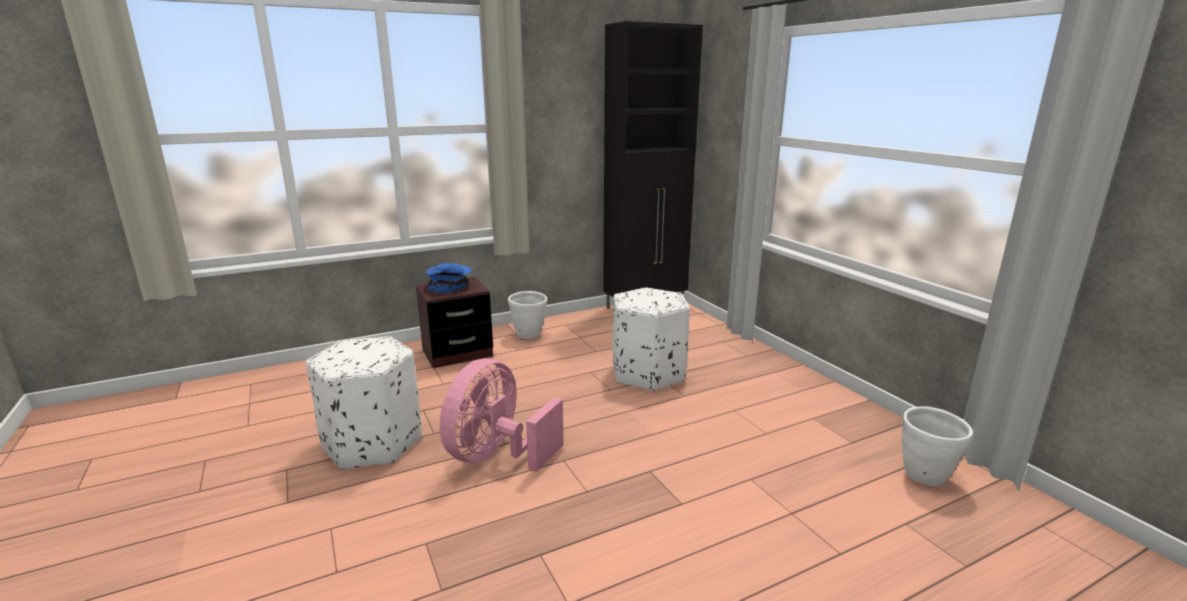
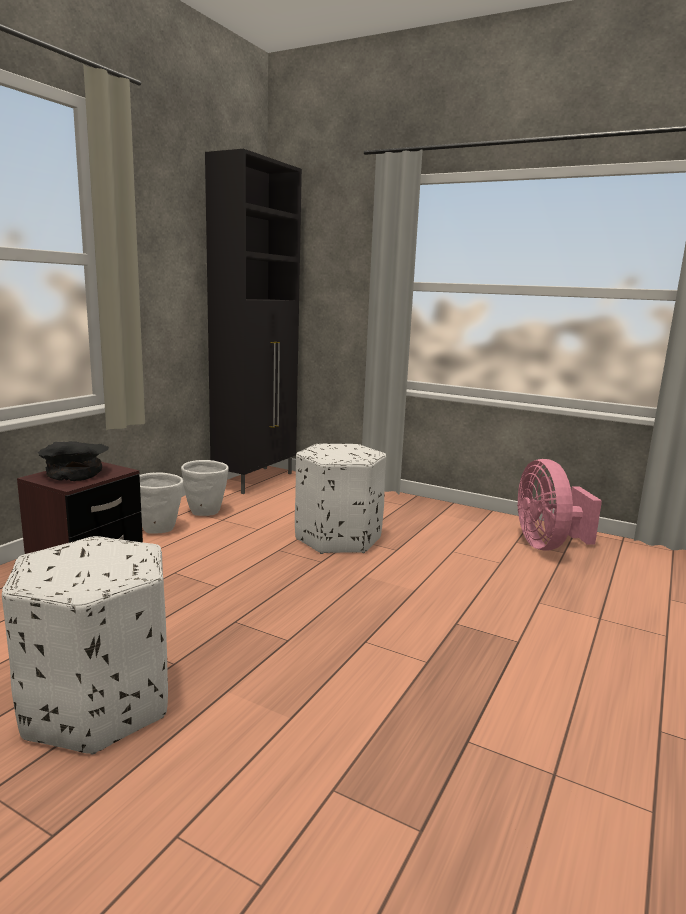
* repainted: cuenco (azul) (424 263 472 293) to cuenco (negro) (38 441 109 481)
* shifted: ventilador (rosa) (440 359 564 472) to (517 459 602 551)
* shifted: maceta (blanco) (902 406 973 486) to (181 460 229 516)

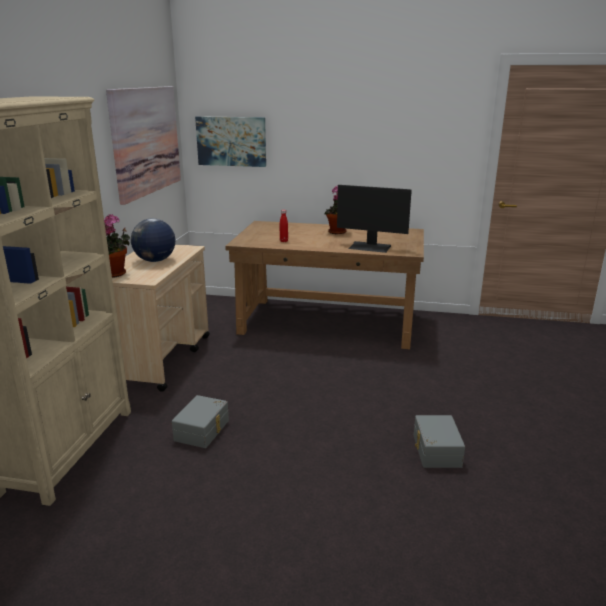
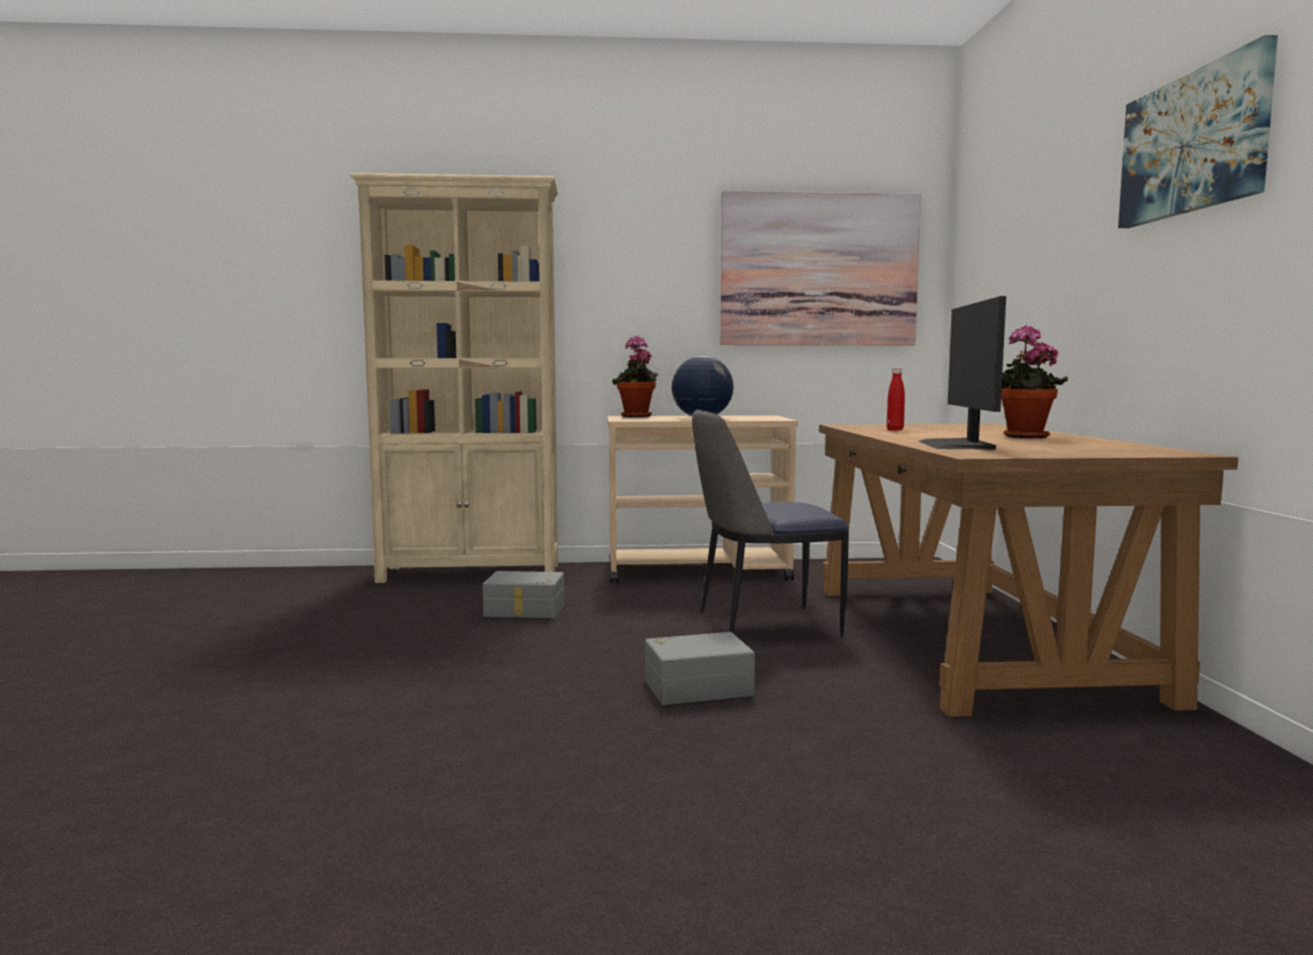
* shifted: cuadro (195 116 266 167) to (1118 35 1278 228)
* shifted: caja de almacenaje (gris) (414 415 465 468) to (645 632 755 705)
* new: silla (692 409 849 637)

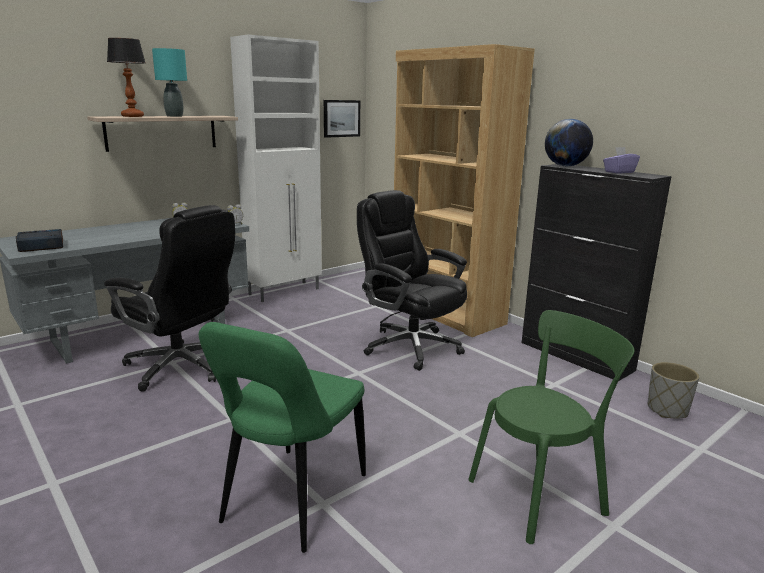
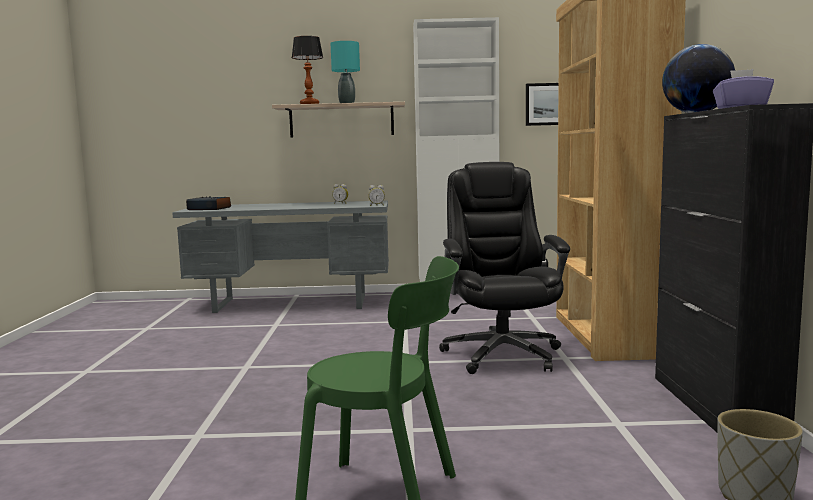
* gone: silla de oficina (negro) (104 205 235 392)
* gone: silla (verde) (198 322 366 553)

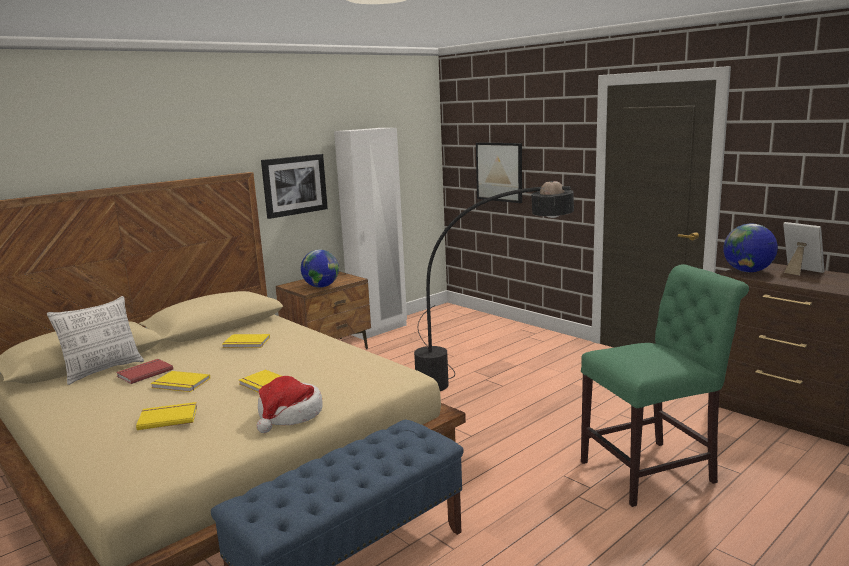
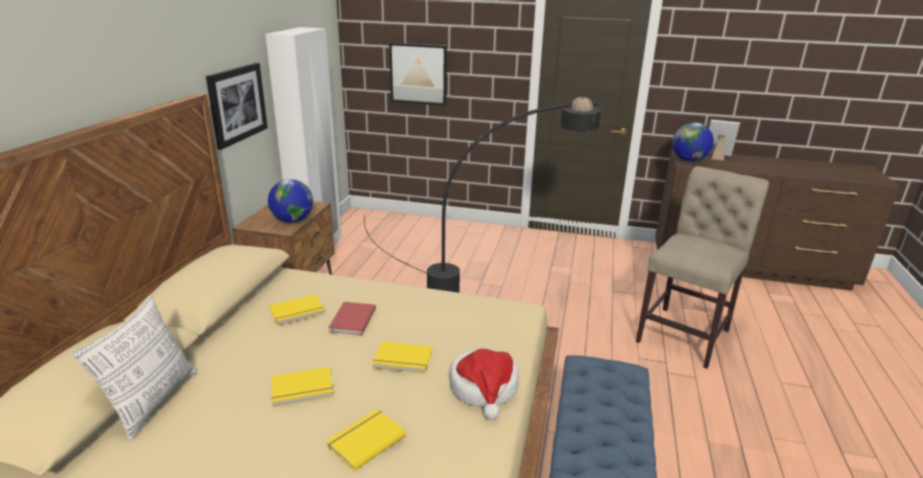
* shifted: libro (rojo) (116 359 173 384) to (328 302 376 335)
* repainted: silla (verde) (581 264 749 507) to silla (beis) (636 166 769 369)

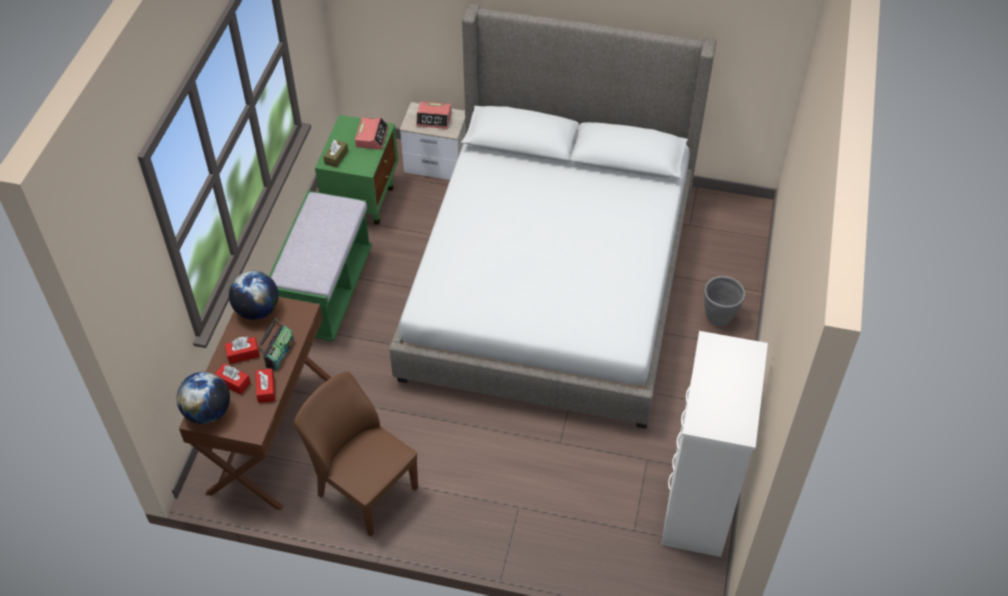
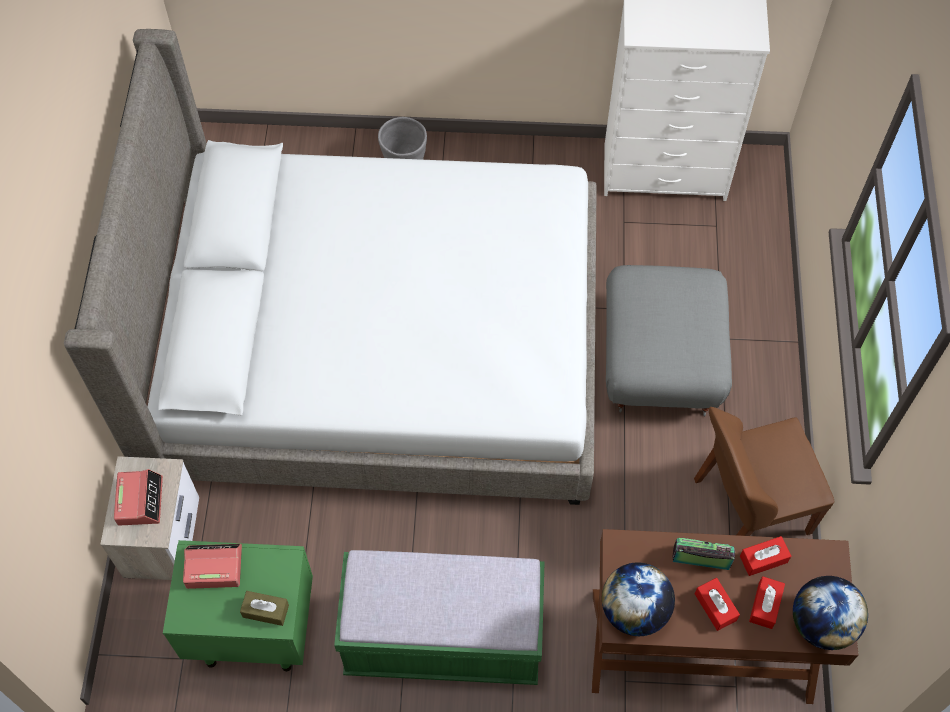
* rotated: silla (marrón) (294 372 418 537) = (694 407 834 536) 45 degrees clockwise
* new: puf (gris) (606 265 732 416)

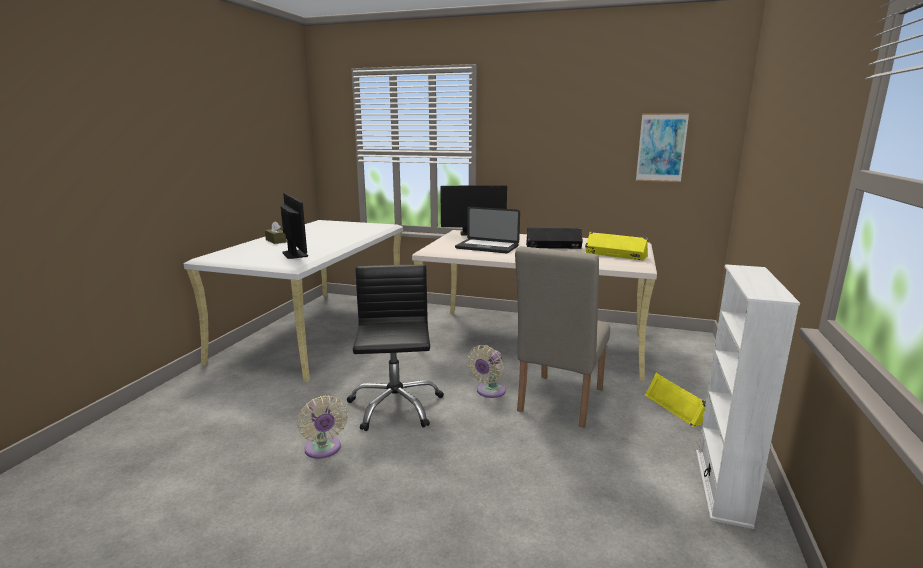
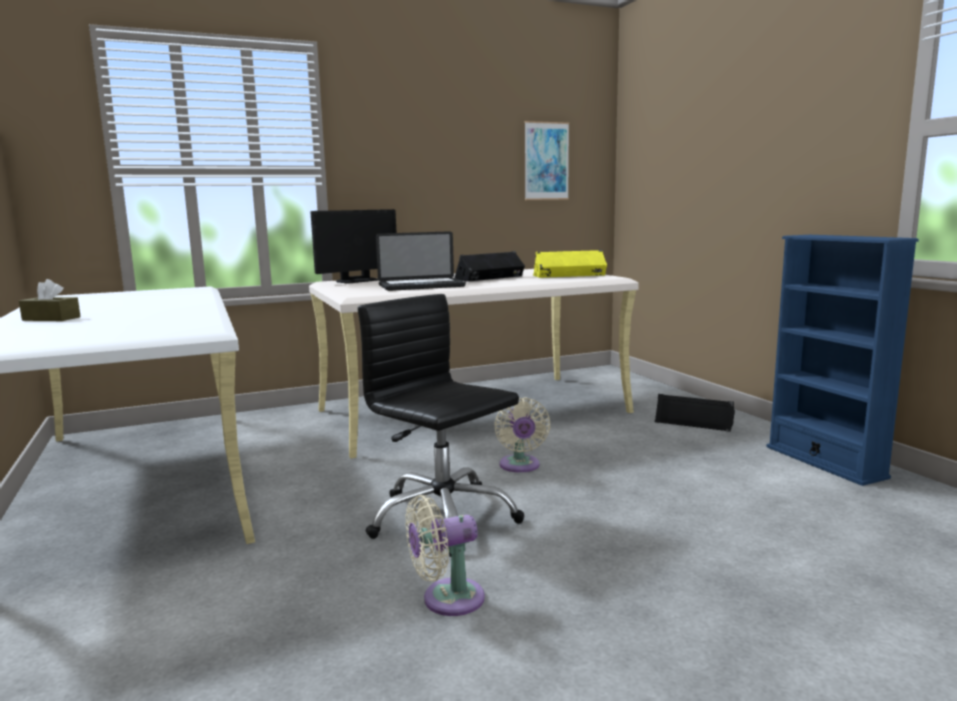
* gone: monitor (280 193 308 259)
* rotated: ventilador (beis) (297 395 348 459) = (405 495 485 616) 135 degrees clockwise
* gone: silla (beis) (515 246 610 427)
* repainted: altavoz (amarillo) (645 373 706 427) to altavoz (negro) (655 394 735 432)
* repainted: estantería (blanco) (696 265 800 529) to estantería (azul) (766 235 919 486)

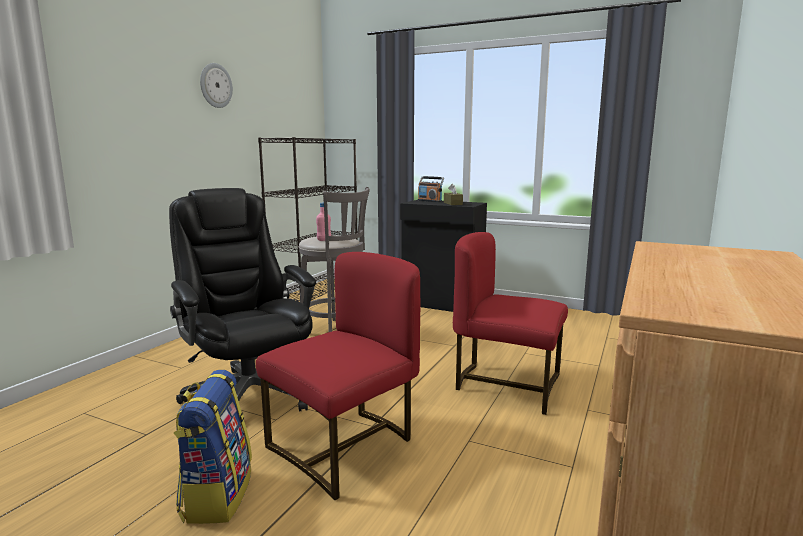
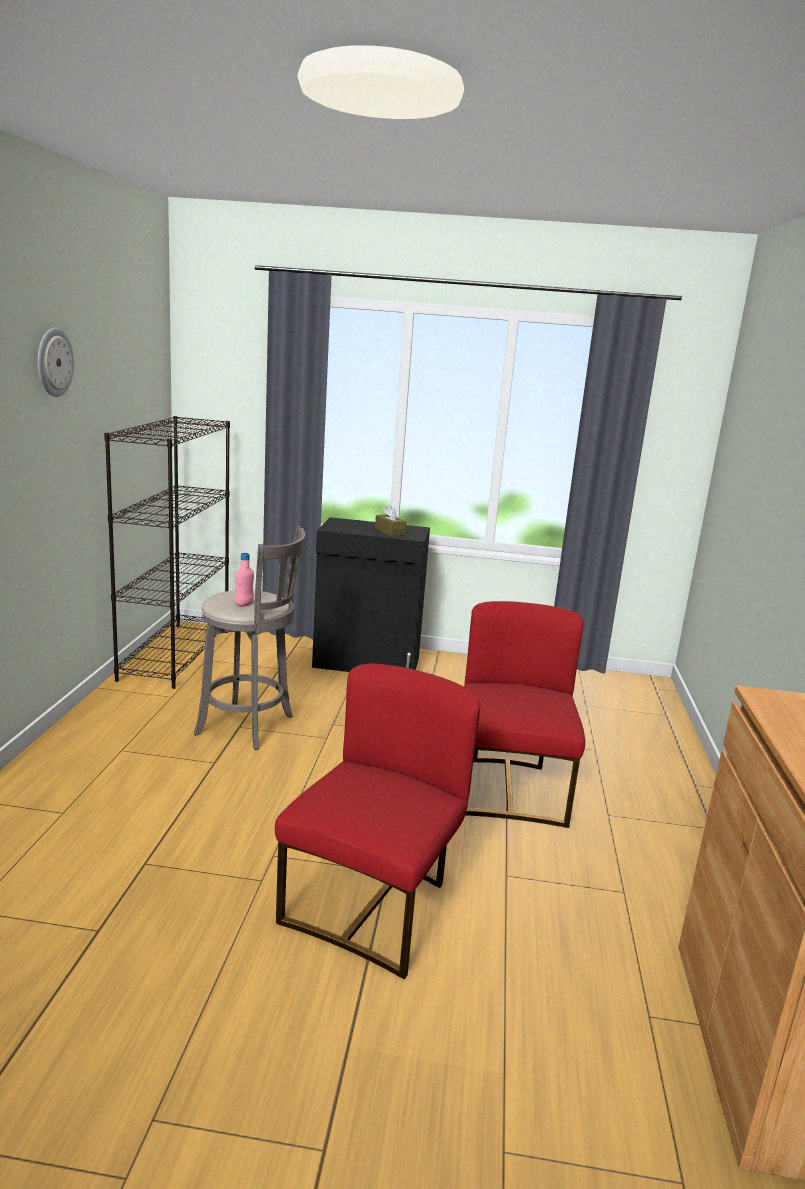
* gone: silla de oficina (negro) (169 188 316 411)
* gone: mochila (174 370 252 524)
* gone: radio (418 176 444 202)
* rotated: silla (rojo) (453 232 568 415) = (464 601 585 828) 90 degrees clockwise

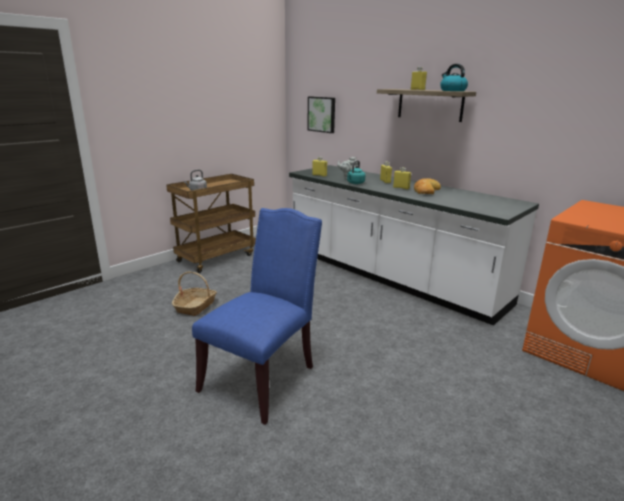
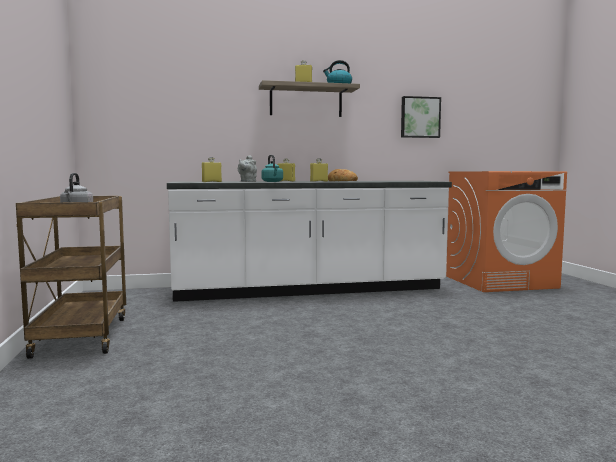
* gone: cesta (172 272 217 316)
* gone: silla (azul) (192 208 322 425)
* shifted: cuadro (307 96 335 133) to (401 96 441 138)

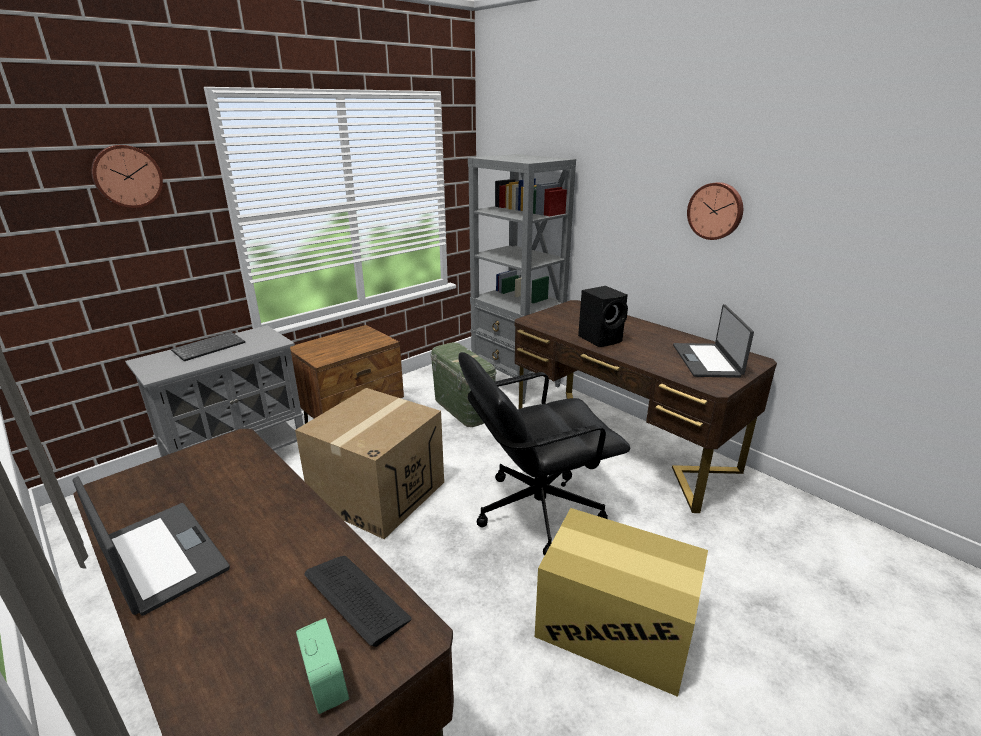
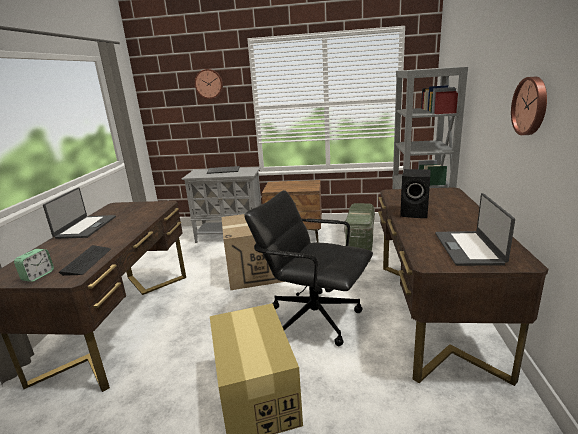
* rotated: portátil (673 304 754 378) = (435 193 515 266) 45 degrees counterclockwise

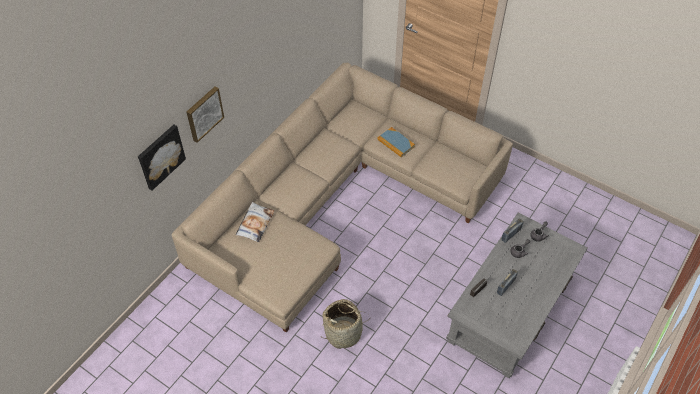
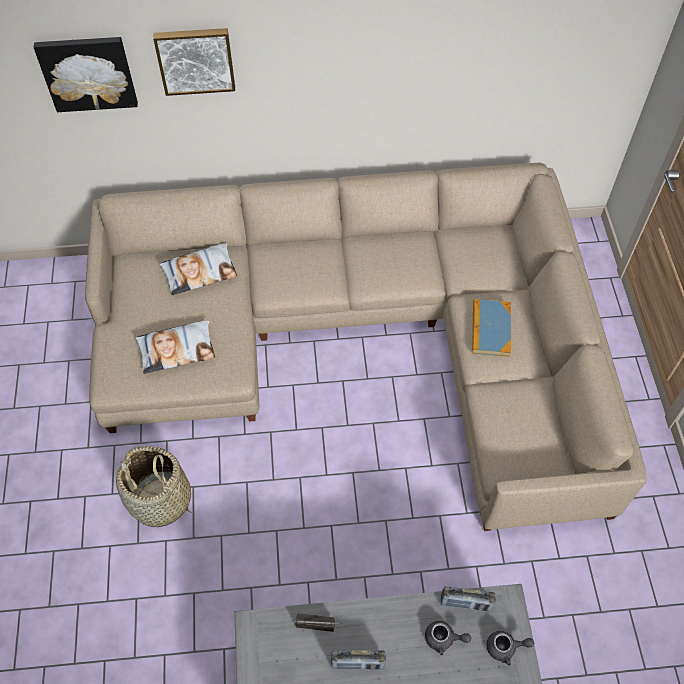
* new: cojín (135 320 215 374)

